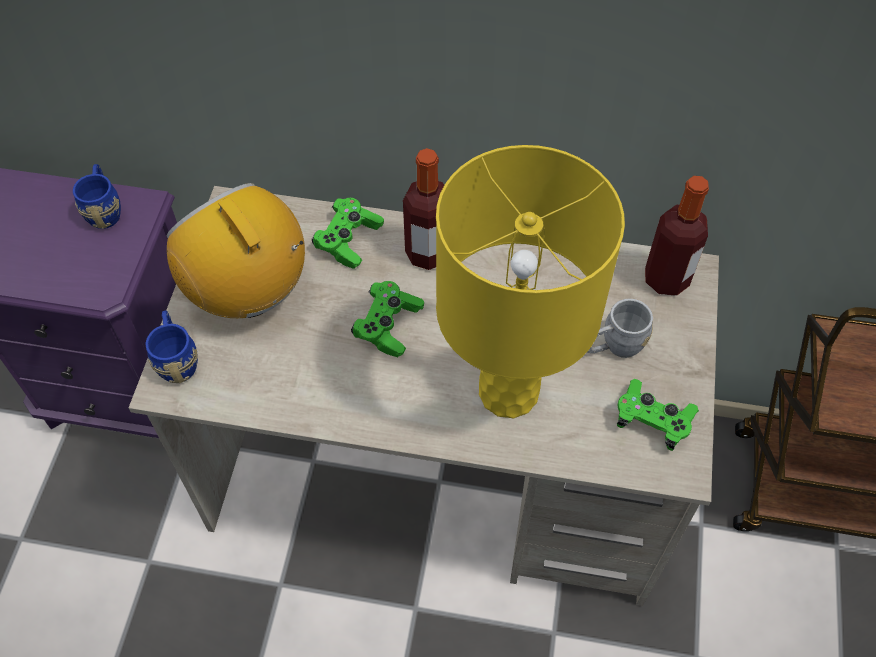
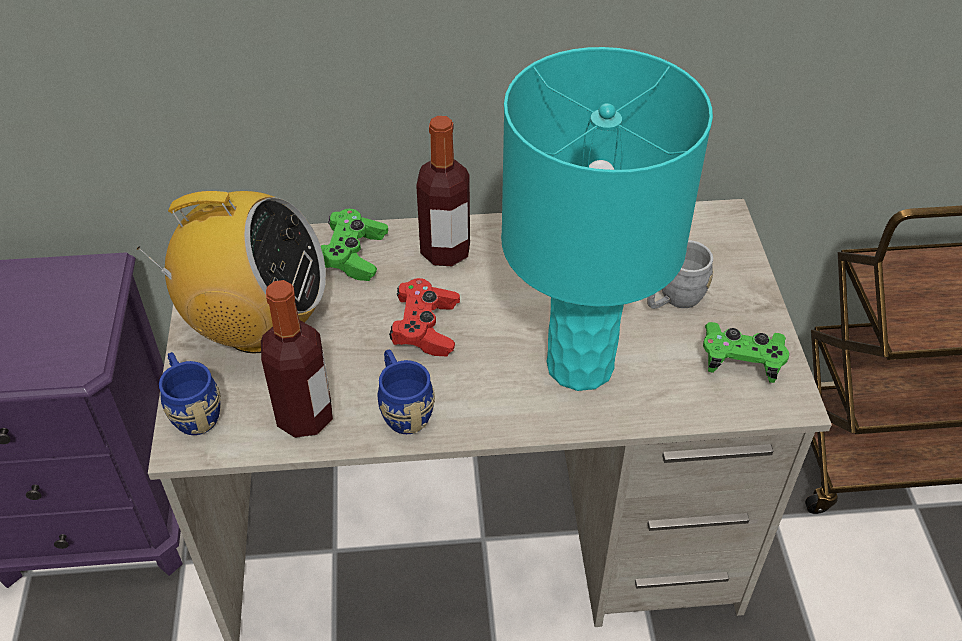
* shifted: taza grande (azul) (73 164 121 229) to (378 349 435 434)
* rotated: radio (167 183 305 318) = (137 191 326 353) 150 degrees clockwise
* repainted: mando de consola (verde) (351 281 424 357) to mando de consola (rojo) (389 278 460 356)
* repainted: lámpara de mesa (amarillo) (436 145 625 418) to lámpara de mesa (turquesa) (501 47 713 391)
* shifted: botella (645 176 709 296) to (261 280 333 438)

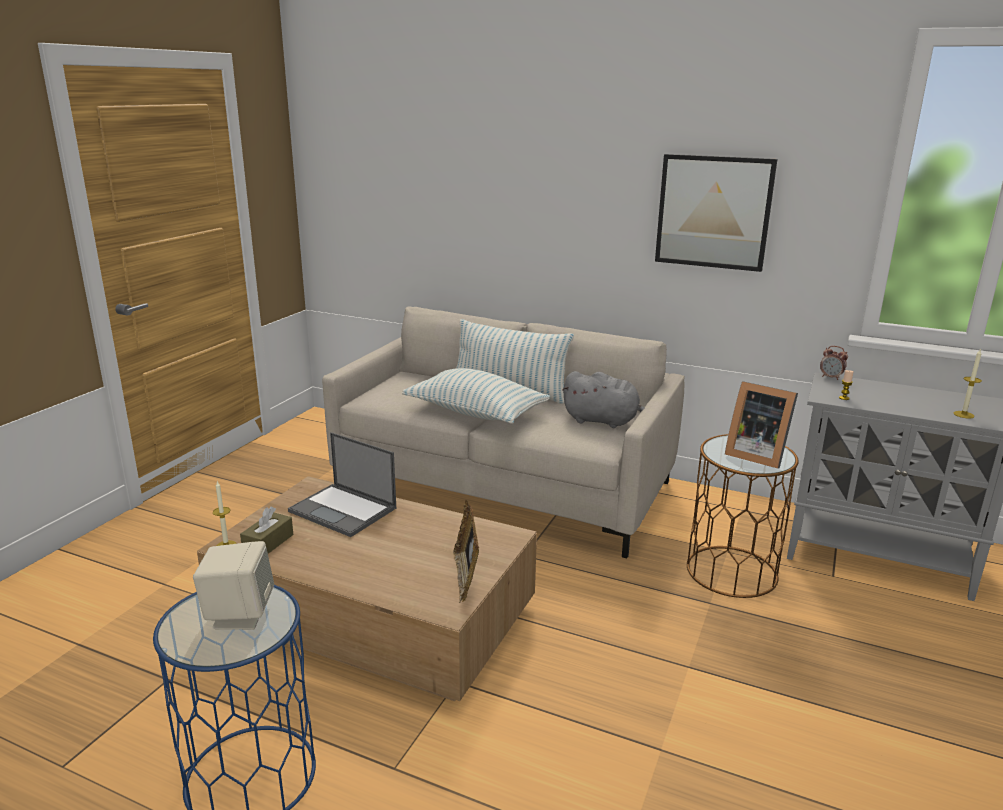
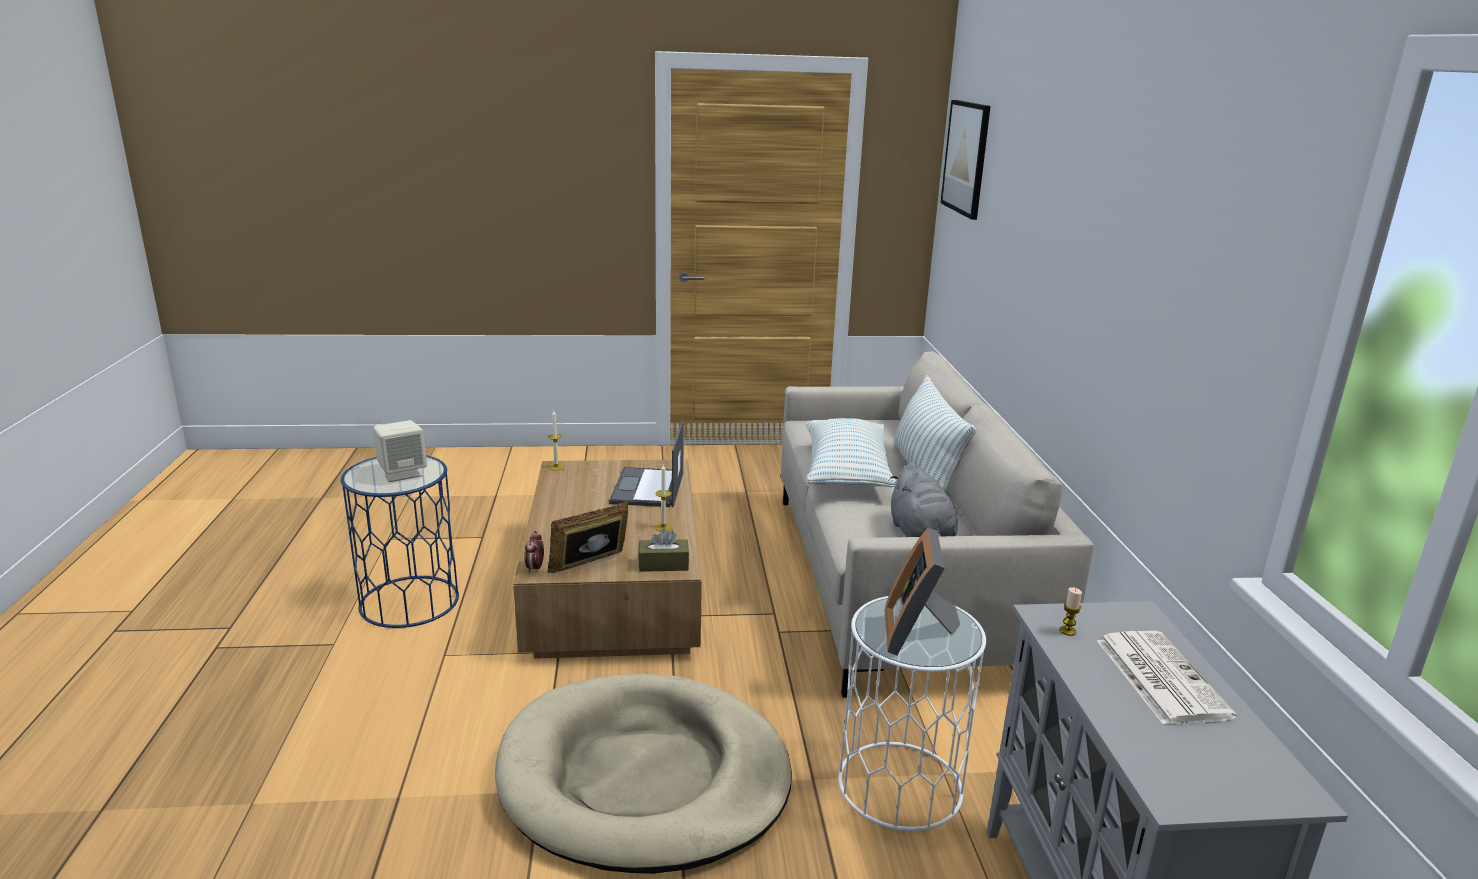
* shifted: caja de pañuelos (marrón) (240 507 294 554) to (638 528 689 572)
* shifted: cuadro (655 154 778 272) to (940 100 991 220)
* repainted: mesa auxiliar (marrón) (687 434 799 598) to mesa auxiliar (blanco) (838 596 986 831)
* shifted: despertador (820 346 848 380) to (525 531 544 573)
* shifted: vela (953 350 982 419) to (654 464 673 531)
* new: cama para perro (beis) (495 674 792 874)
* new: periódico (1097 631 1237 725)

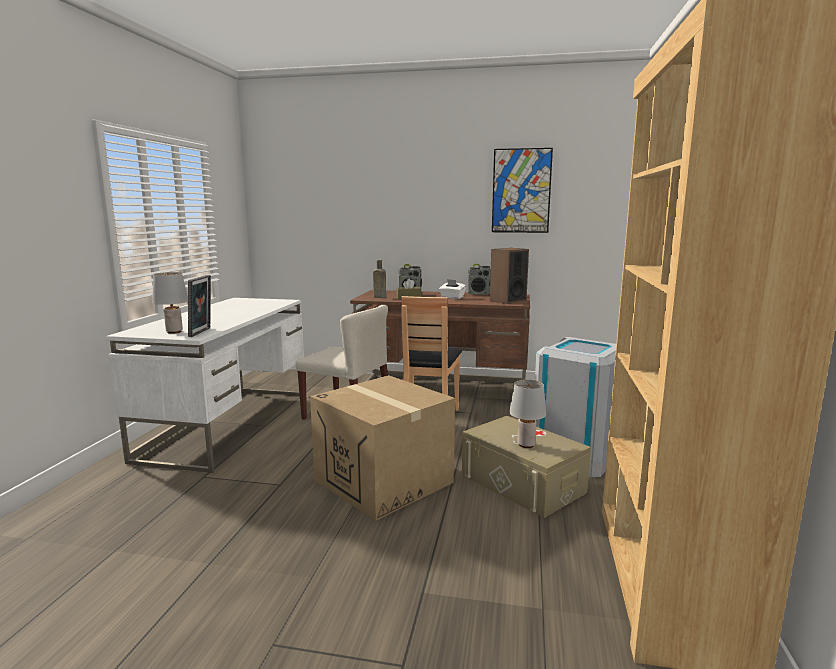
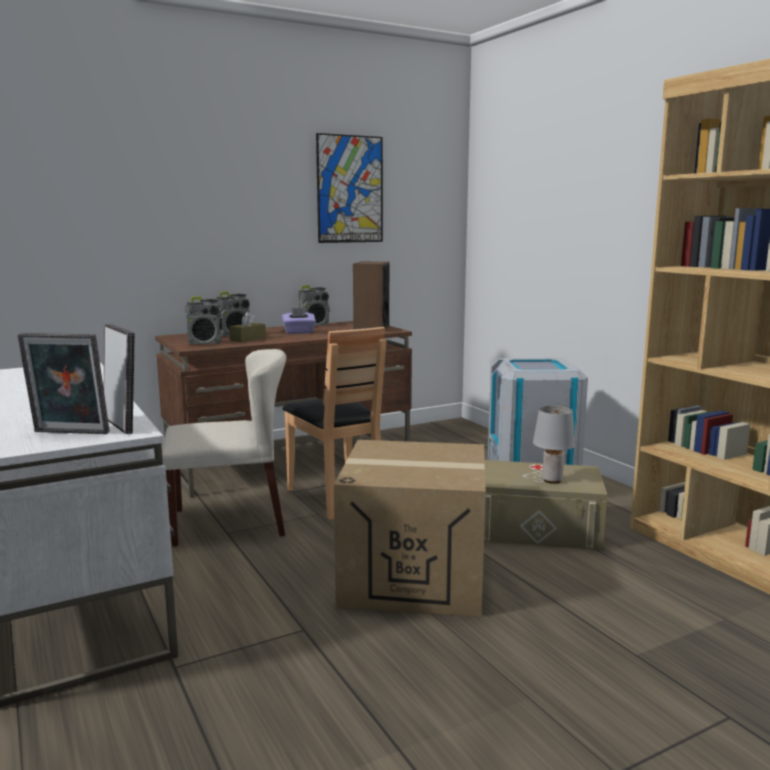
* swapped: lámpara de mesa (gris) (152 272 188 334) to portarretratos (17 333 110 434)
* swapped: botella (marrón) (373 260 386 298) to radio (185 296 223 345)
* repainted: caja de pañuelos (blanco) (439 279 466 299) to caja de pañuelos (morado) (282 308 316 334)

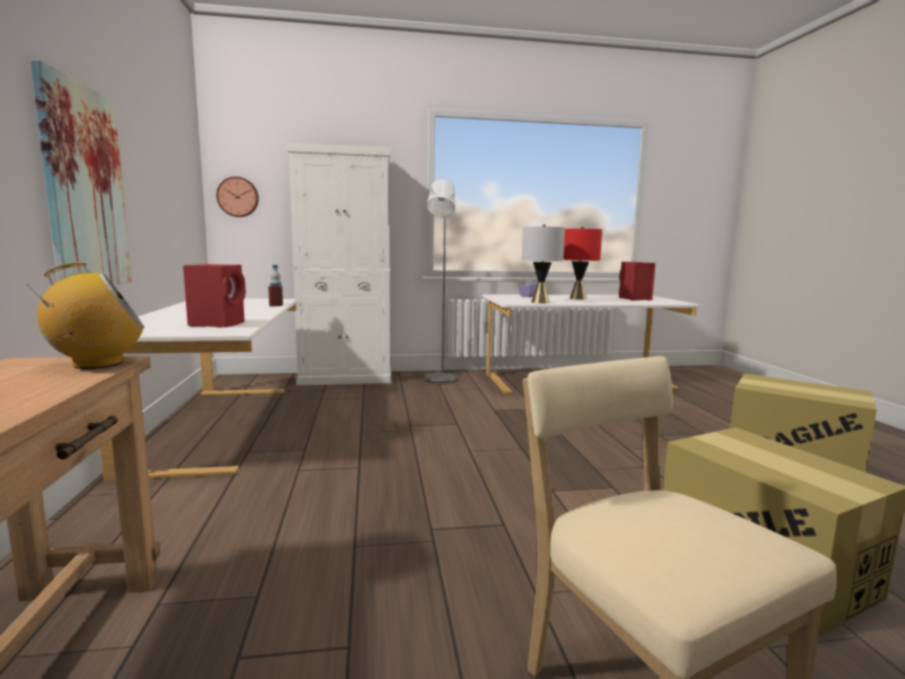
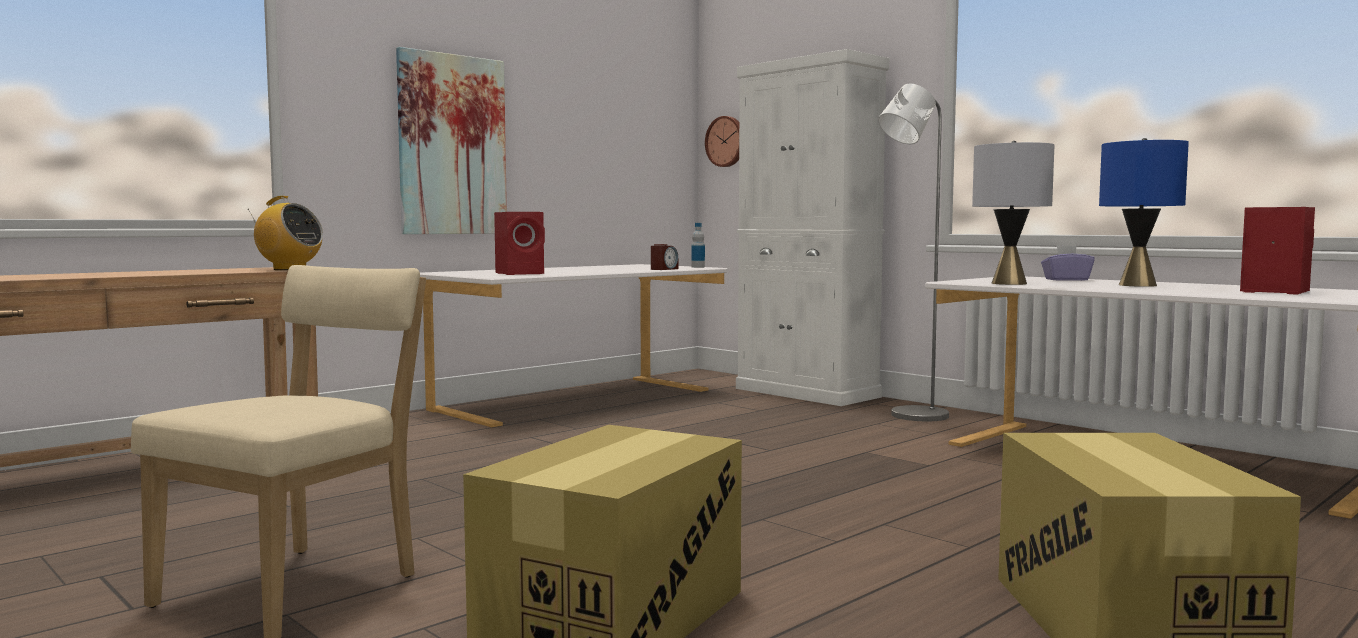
* repainted: lámpara de mesa (rojo) (563 227 602 300) to lámpara de mesa (azul) (1099 138 1189 287)

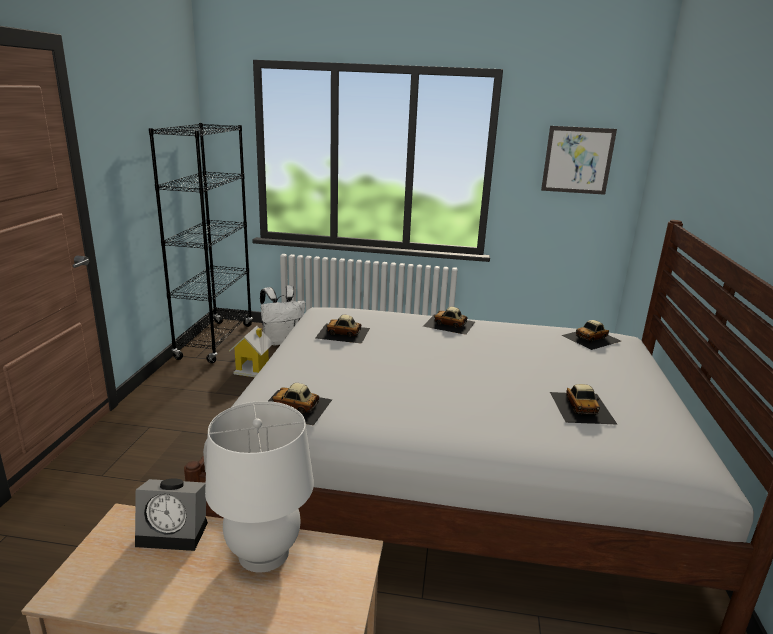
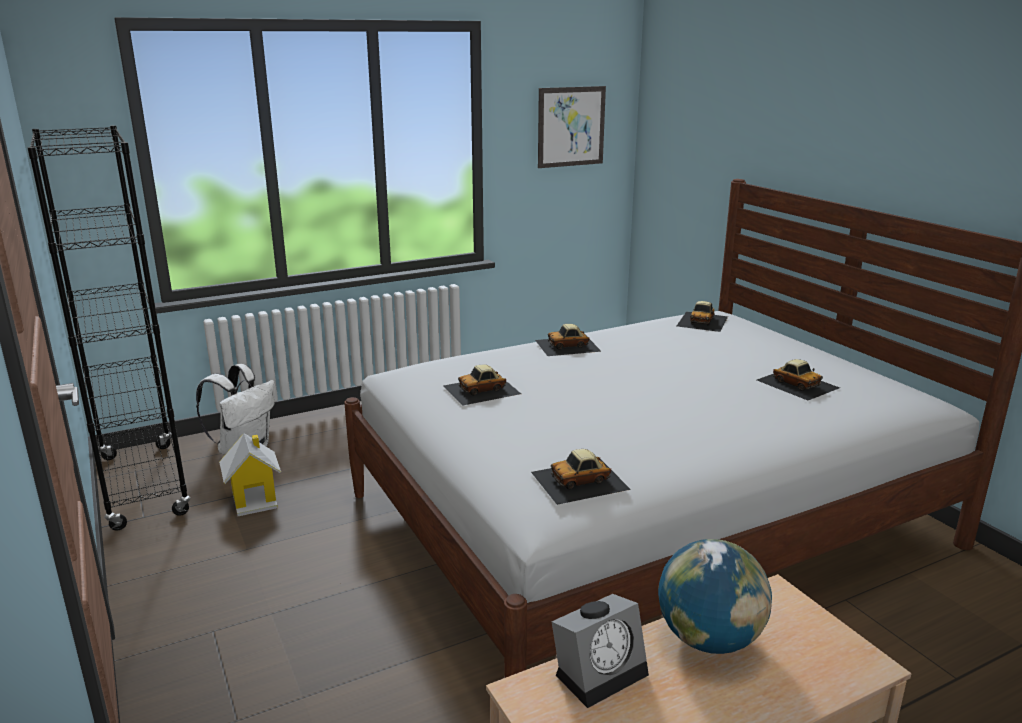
* swapped: lámpara de mesa (blanco) (205 401 314 573) to globo terráqueo (658 539 772 654)

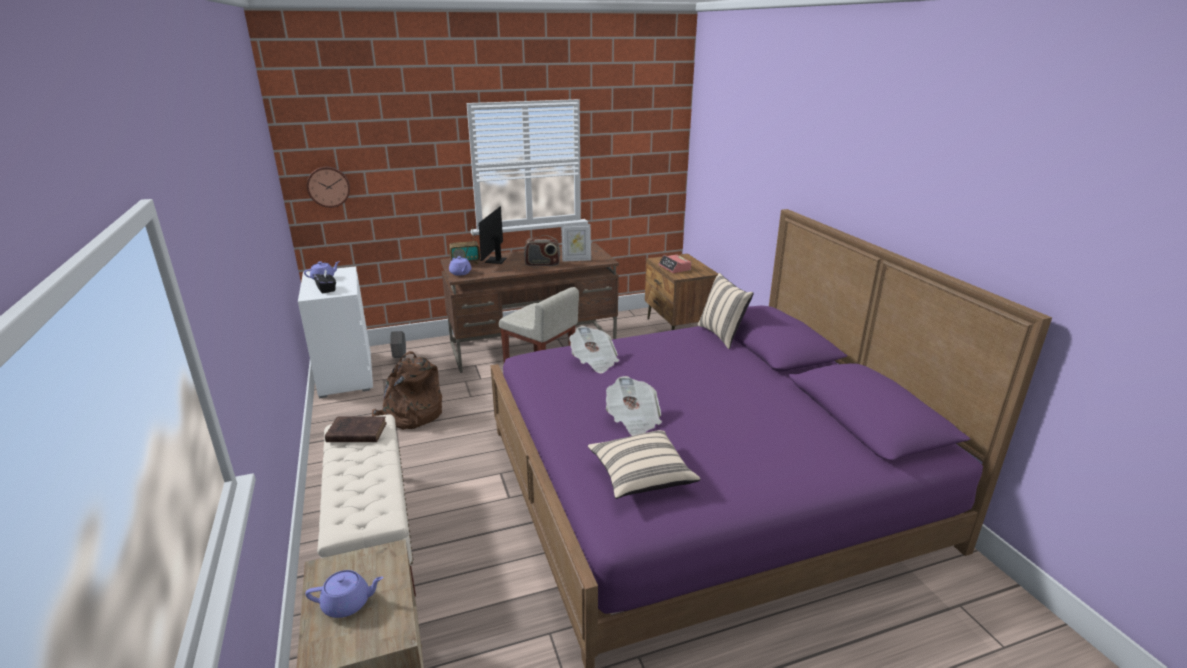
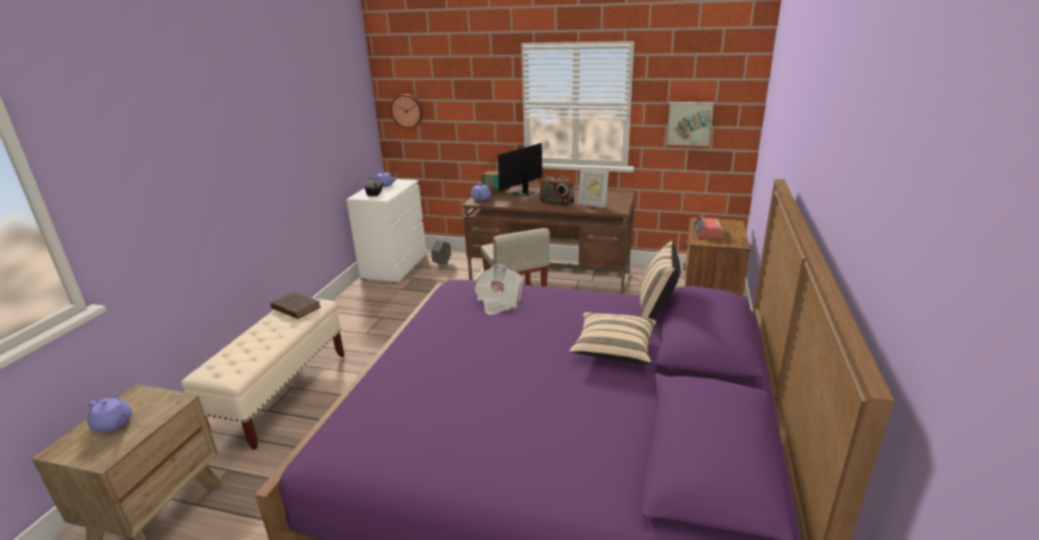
* gone: mochila (marrón) (372 351 442 430)
* shifted: cojín (beis) (588 430 700 499) to (569 312 656 364)
* gone: periódico (606 376 662 436)
* new: cuadro (666 102 714 146)

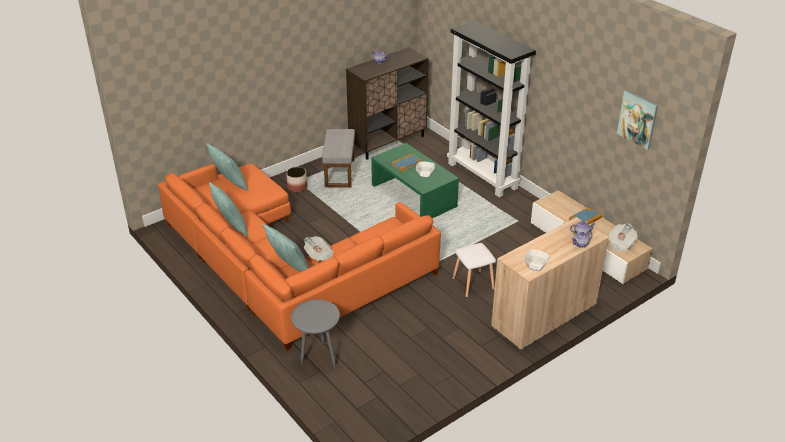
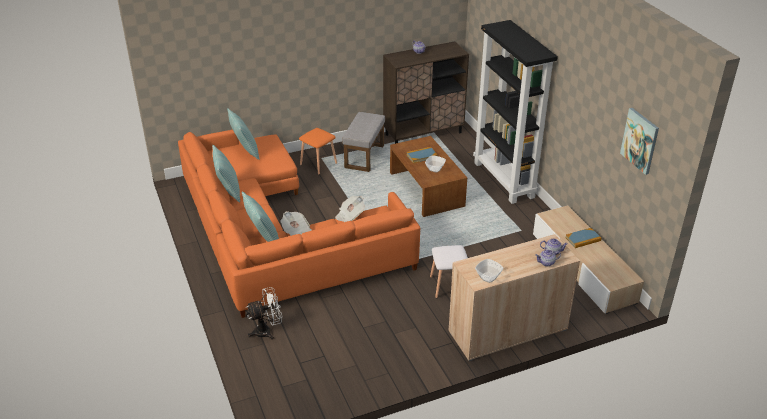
* swapped: maceta (286 167 307 192) to taburete (naranja) (299 128 337 175)
* swapped: mesa auxiliar (gris) (291 299 340 368) to ventilador (blanco) (246 287 282 339)
* repainted: mesa de centro (verde) (371 143 459 218) to mesa de centro (marrón) (390 136 467 217)
* shifted: periódico (608 223 638 252) to (335 196 365 222)

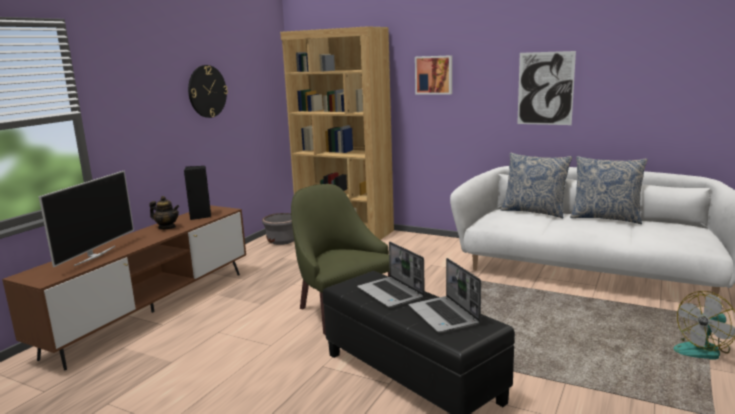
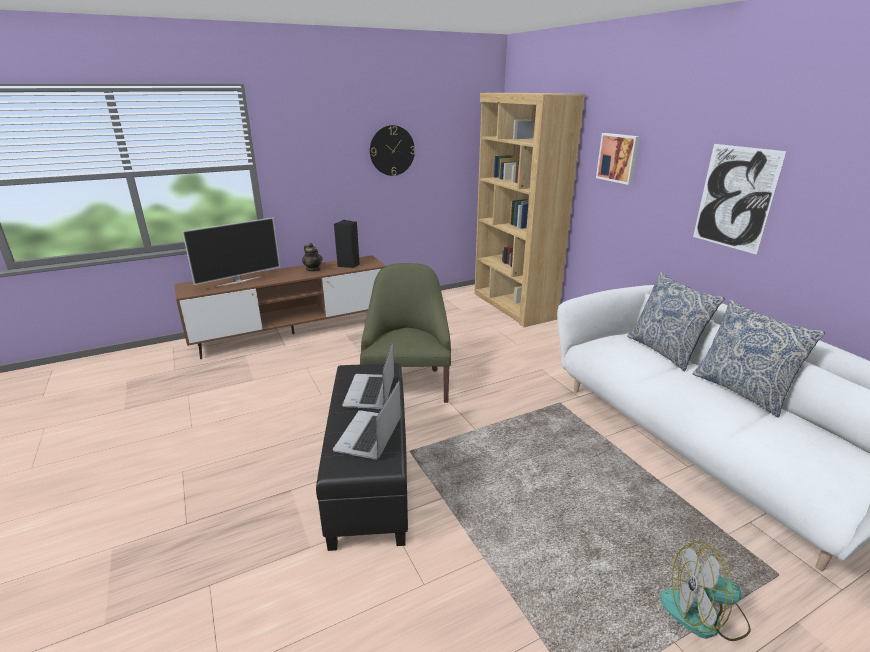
* gone: maceta (gris) (262 213 294 245)

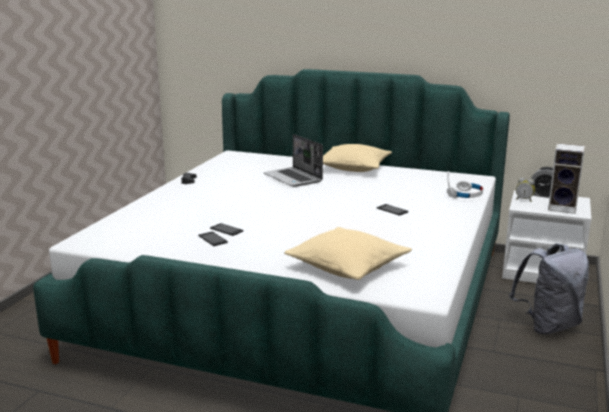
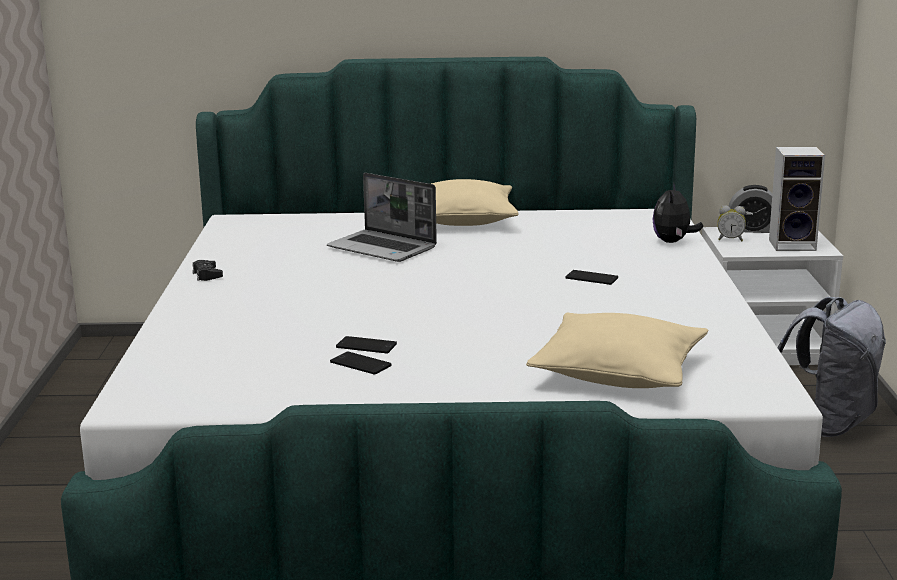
* swapped: auriculares (blanco) (447 171 483 198) to peluche (652 182 703 243)

